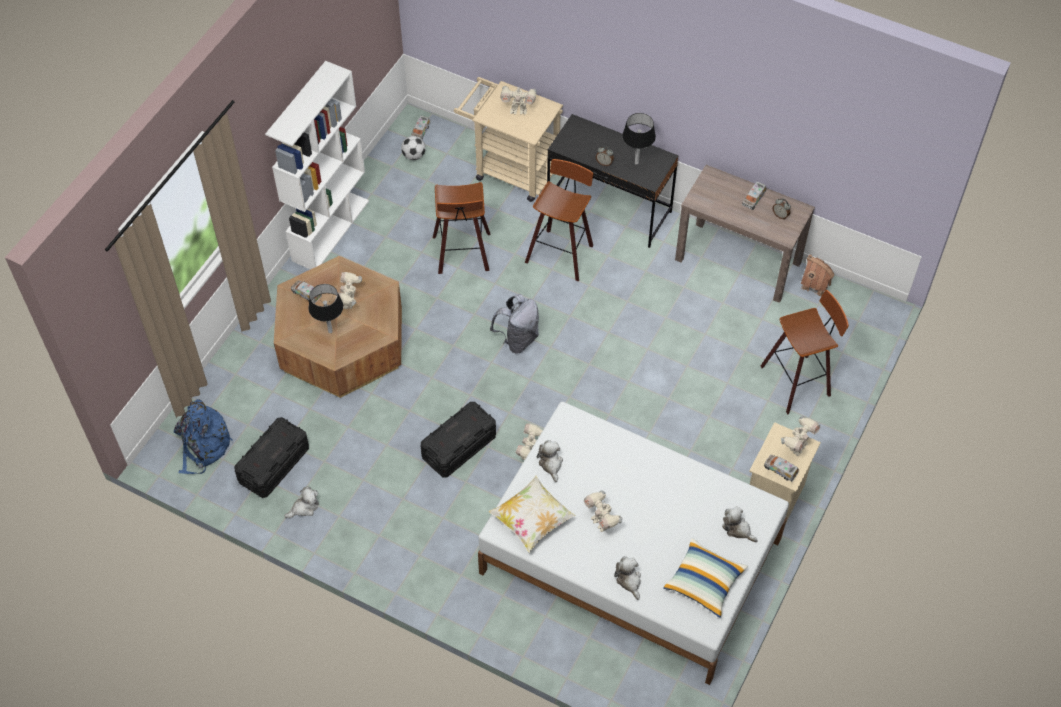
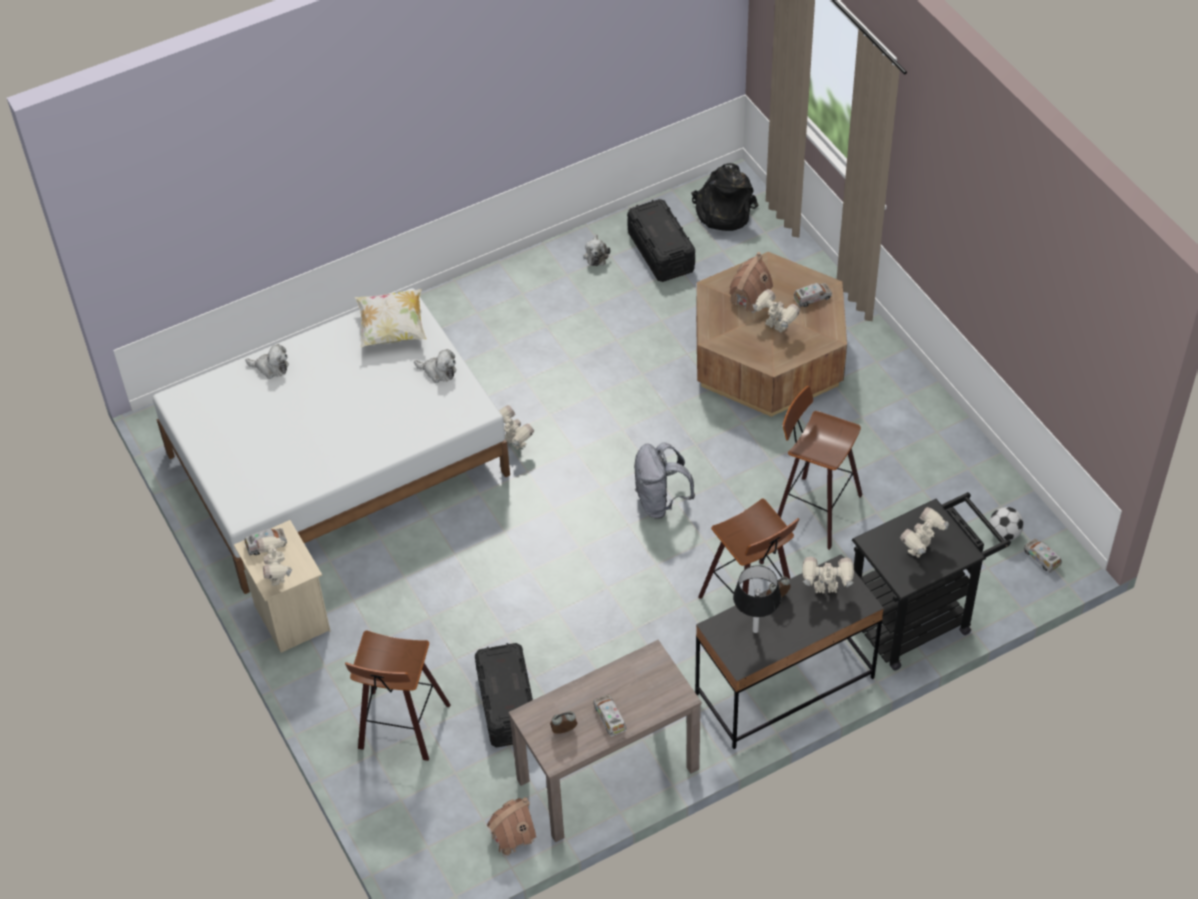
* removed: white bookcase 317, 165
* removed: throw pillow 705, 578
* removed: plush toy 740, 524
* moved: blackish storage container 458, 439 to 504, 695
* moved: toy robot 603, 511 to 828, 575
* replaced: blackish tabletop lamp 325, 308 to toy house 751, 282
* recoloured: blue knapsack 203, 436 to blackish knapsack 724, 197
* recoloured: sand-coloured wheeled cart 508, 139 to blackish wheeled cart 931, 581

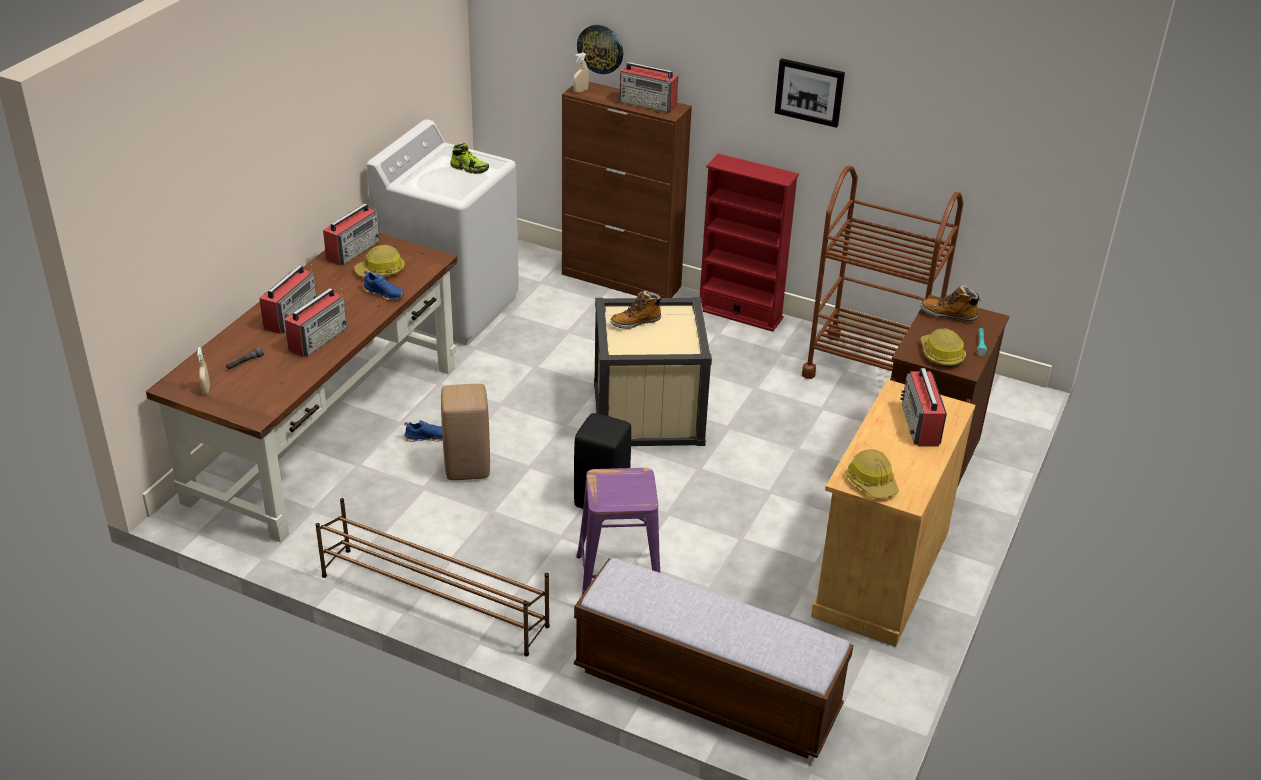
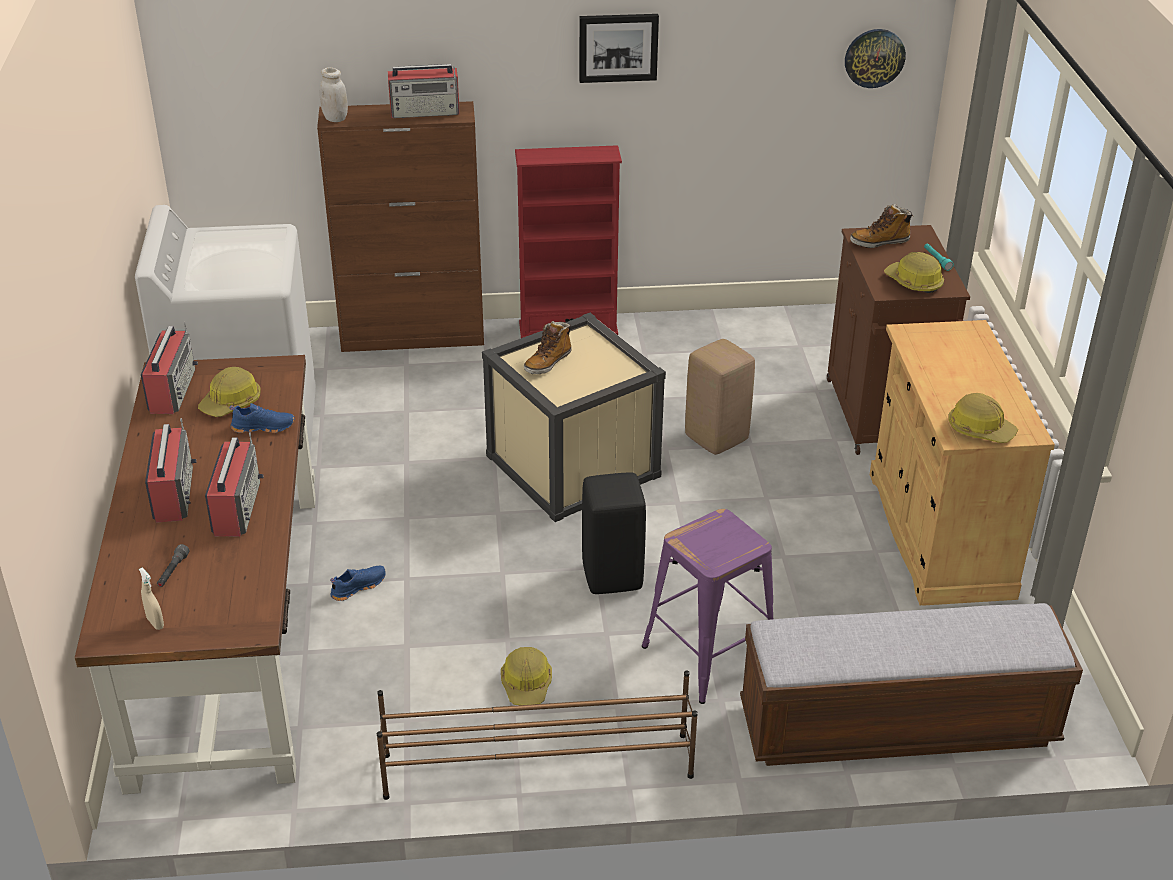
* removed: item of footwear 469, 158
* removed: brown wheeled cart 883, 272
* removed: radio receiver 923, 407
* added: work helmet 526, 676
* moved: sand-coloured stool seat 465, 432 to 720, 397
* moved: hanging clock 600, 49 to 875, 58
* replaced: sand-coloured hand sprayer 581, 73 to white jar 333, 94

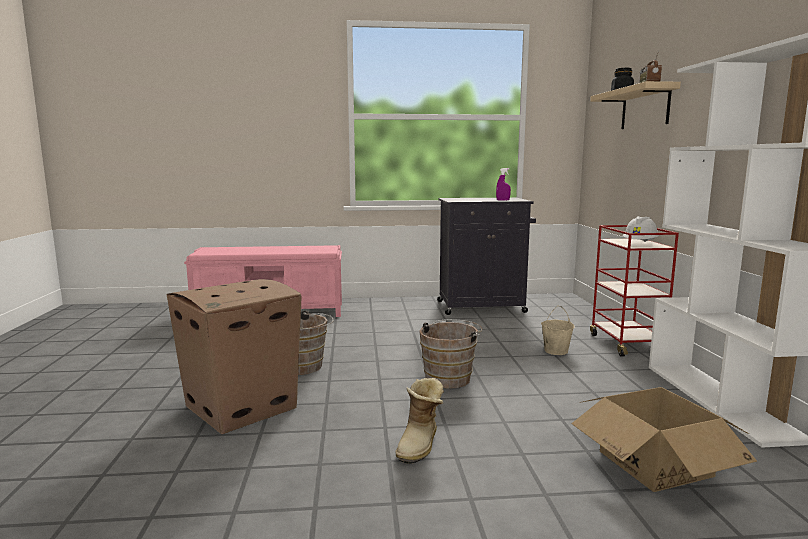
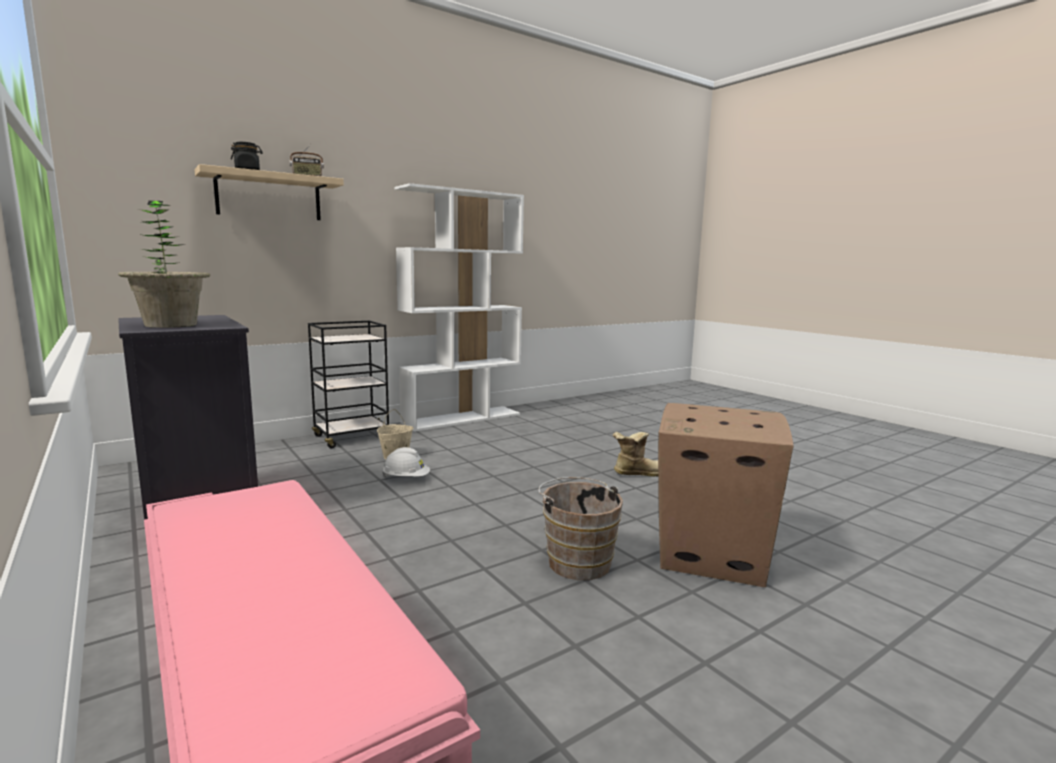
* removed: brown bucket 450, 354
* removed: purple-coloured hand sprayer 503, 184
* removed: cardboard box 664, 439
* added: potted plant 164, 264
* moved: white work helmet 641, 229 to 406, 462
* recoloured: reddish wheeled cart 634, 291 to blackish wheeled cart 348, 384

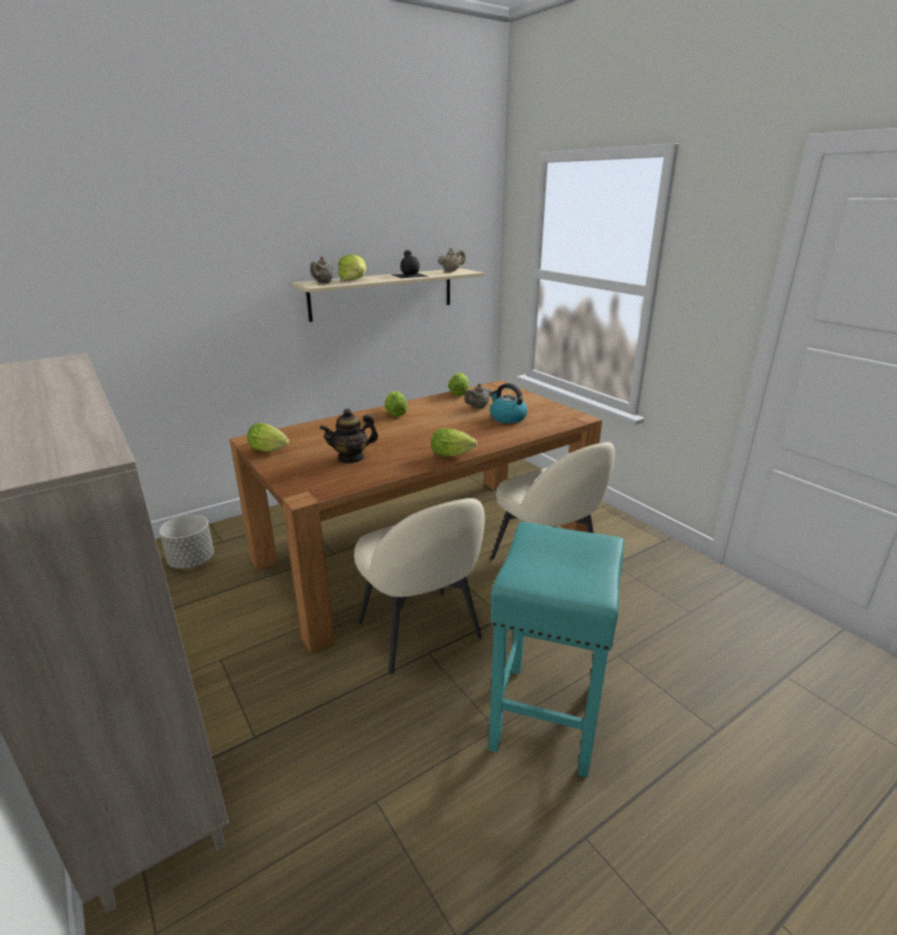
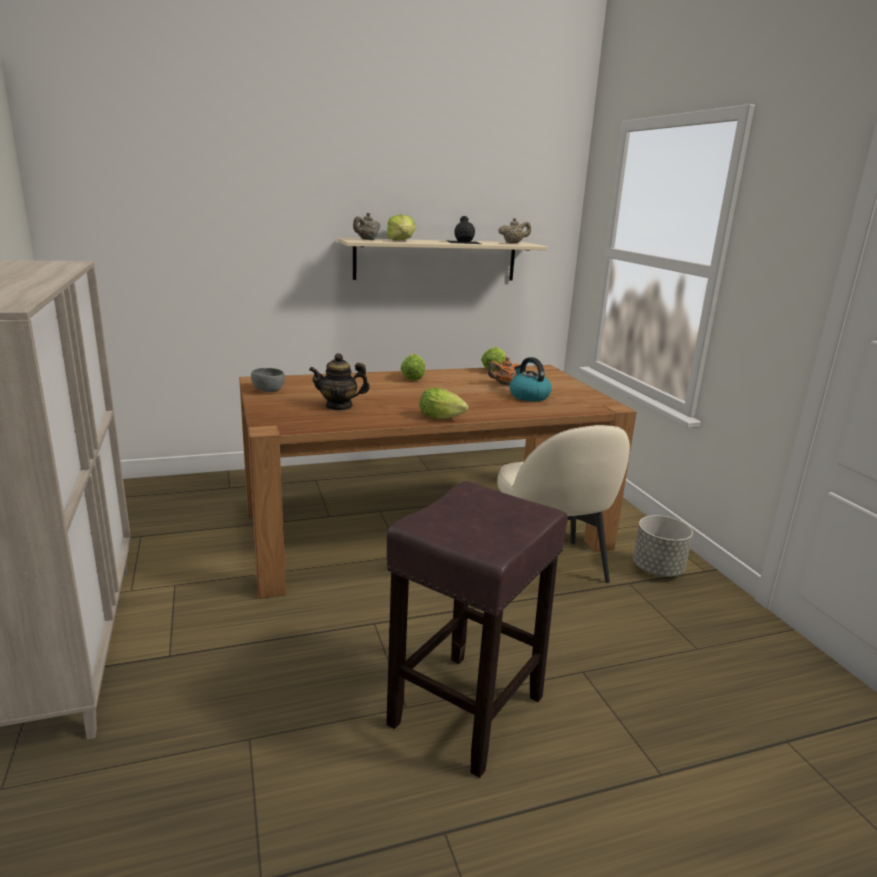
* removed: sand-coloured chair 419, 586
* moved: grey planter 186, 542 to 663, 546
* replaced: lettuce head 268, 437 to grey serving bowl 268, 380
* recoloured: sand-coloured tea pot 477, 396 to orangey tea pot 503, 371
* recoloured: blue-green stool seat 556, 650 to brown stool seat 477, 629

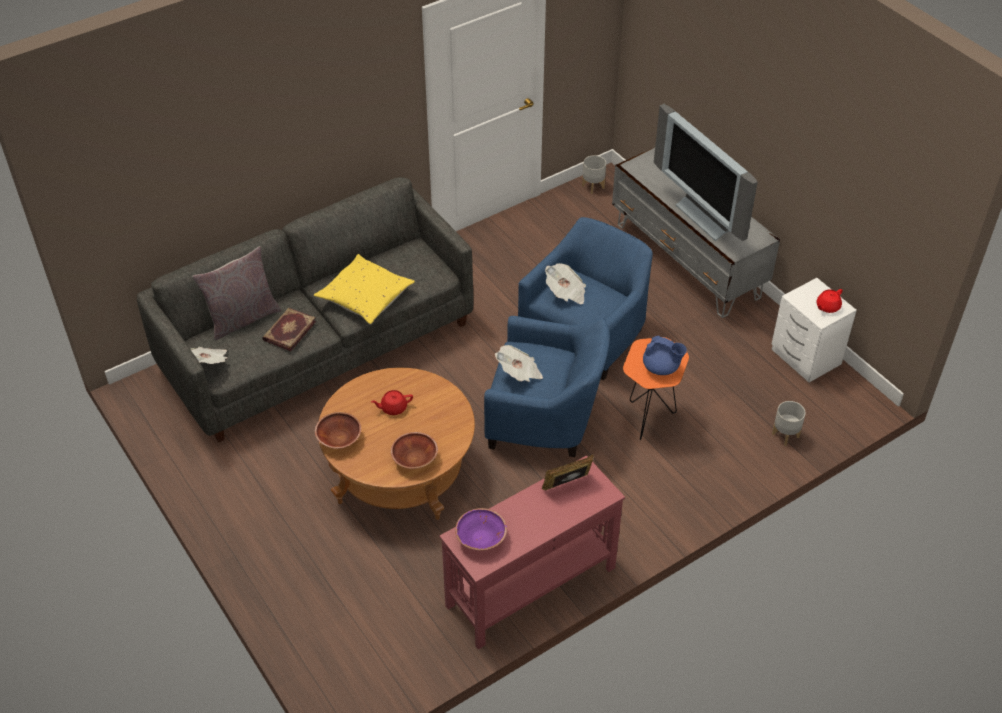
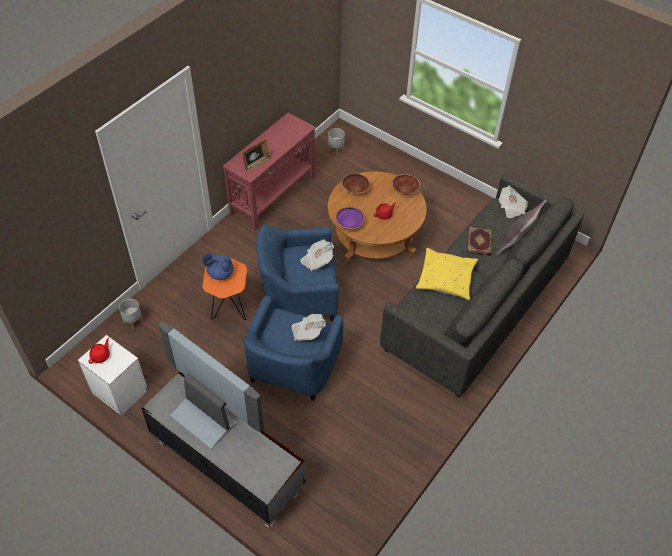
* moved: purple-coloured serving bowl 481, 529 to 350, 218
* moved: grey planter 594, 174 to 336, 142

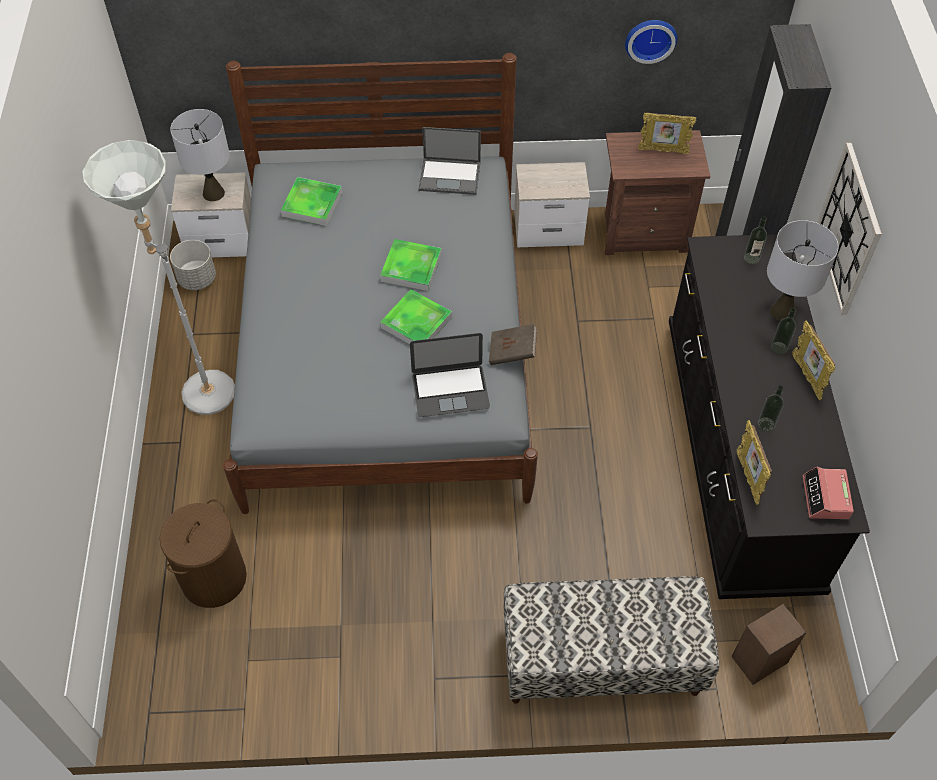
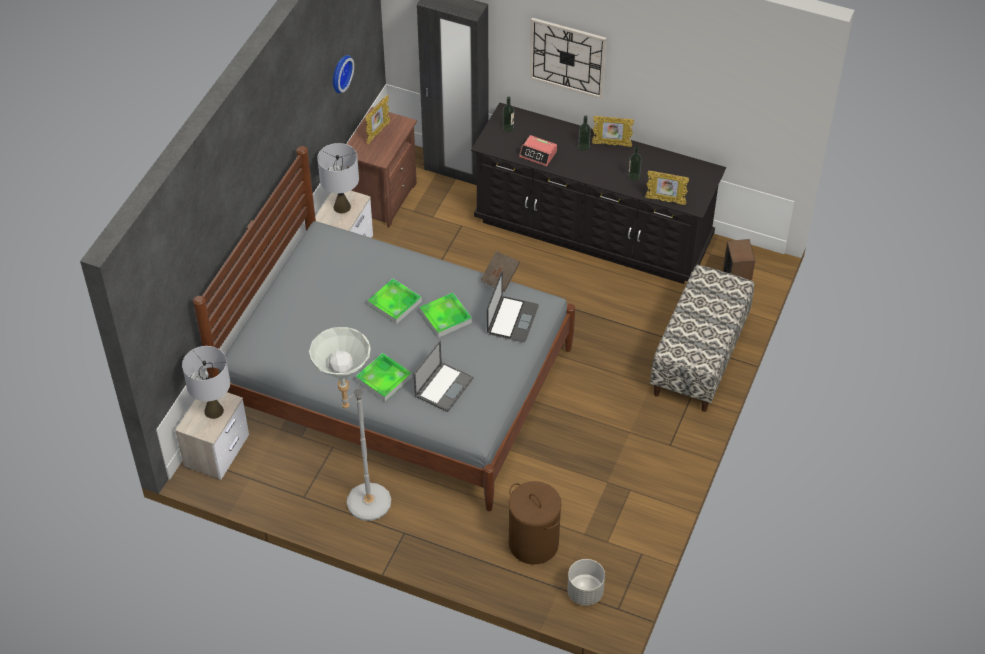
* moved: grey planter 193, 265 to 586, 582
* moved: tray 311, 201 to 384, 377
* moved: notebook computer 449, 161 to 444, 376
* moved: grey tabletop lamp 803, 270 to 338, 178
* moved: alarm clock 828, 493 to 538, 151

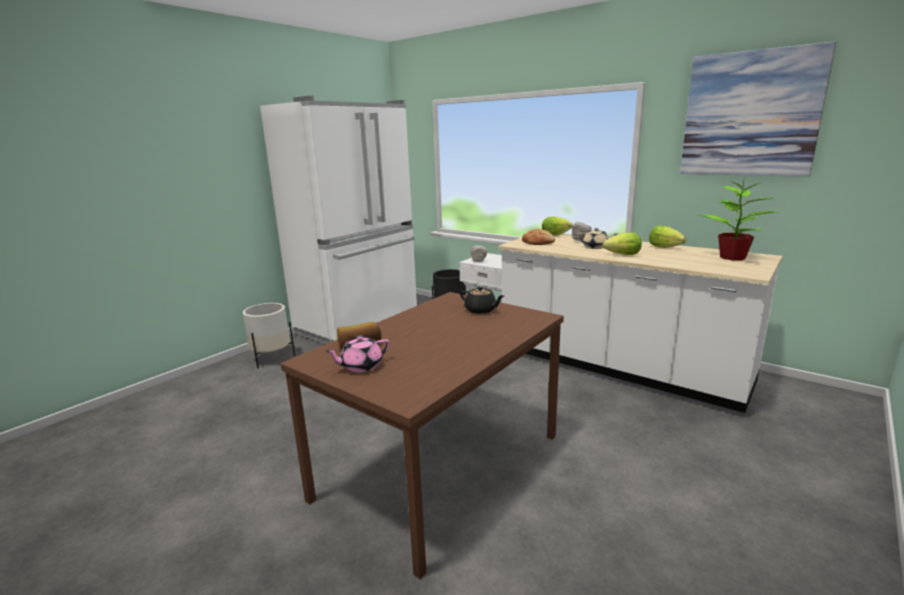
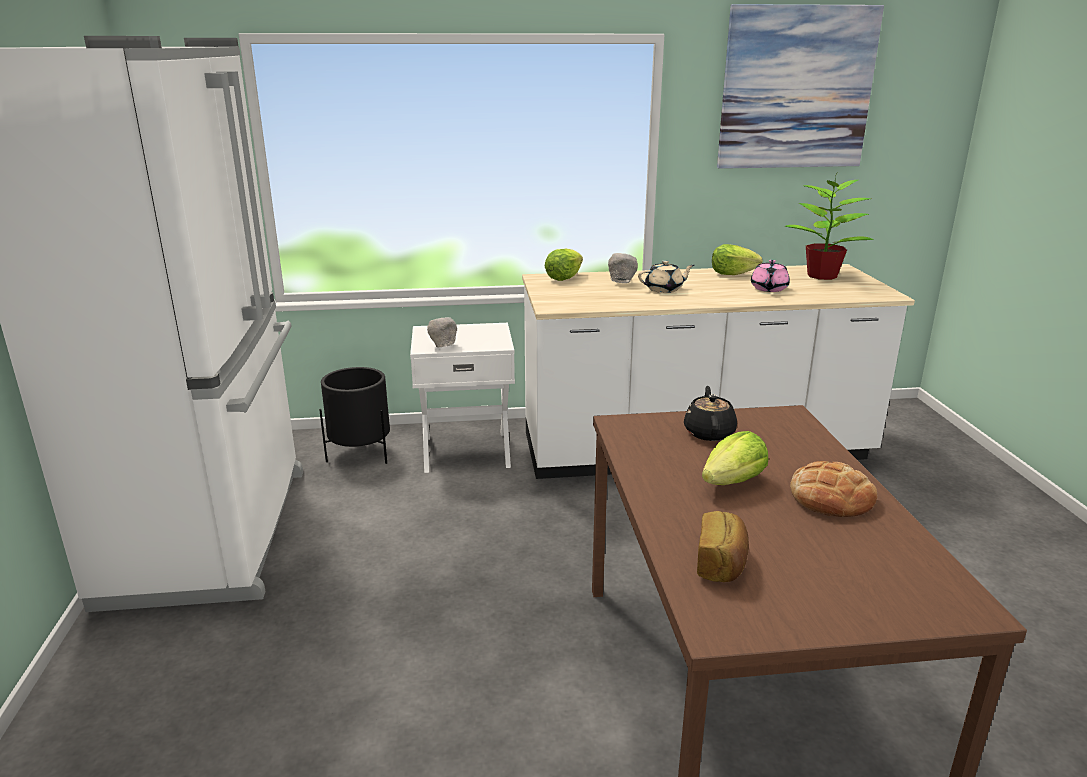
* removed: white planter 269, 335
* moved: pink-coloured tea pot 357, 354 to 770, 276
* moved: bakery bread 538, 237 to 833, 489
* moved: lettuce head 622, 243 to 735, 458
* turned: blackish tea pot 482, 300 = 710, 413 75 degrees counterclockwise

